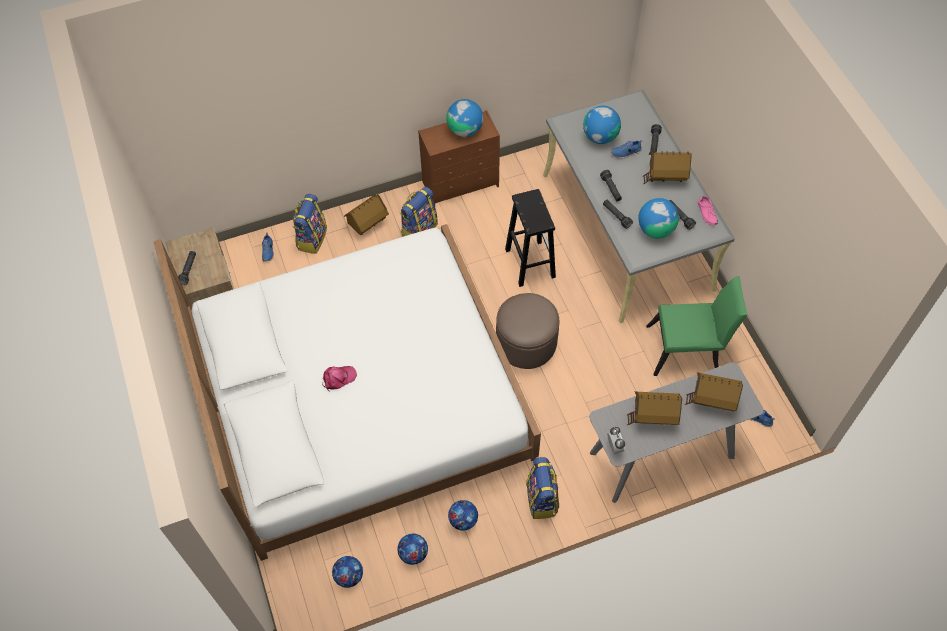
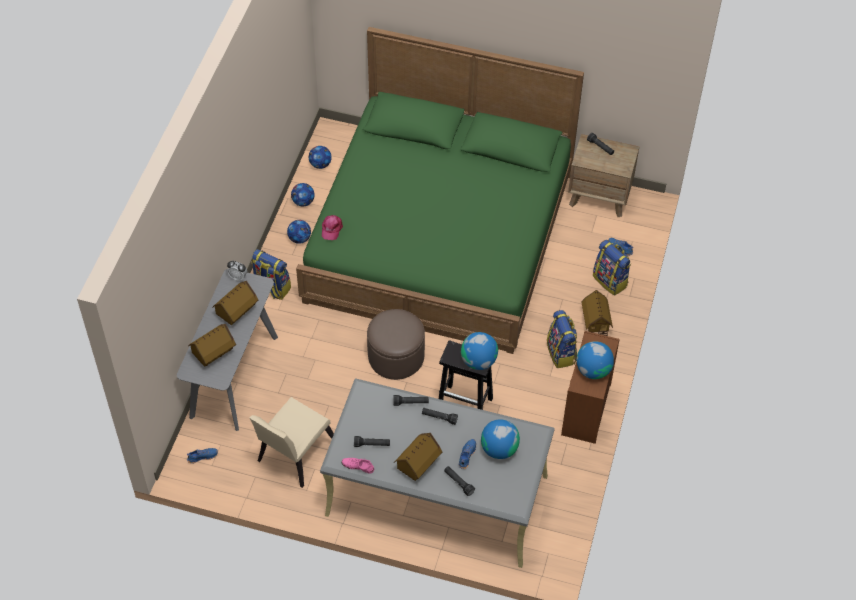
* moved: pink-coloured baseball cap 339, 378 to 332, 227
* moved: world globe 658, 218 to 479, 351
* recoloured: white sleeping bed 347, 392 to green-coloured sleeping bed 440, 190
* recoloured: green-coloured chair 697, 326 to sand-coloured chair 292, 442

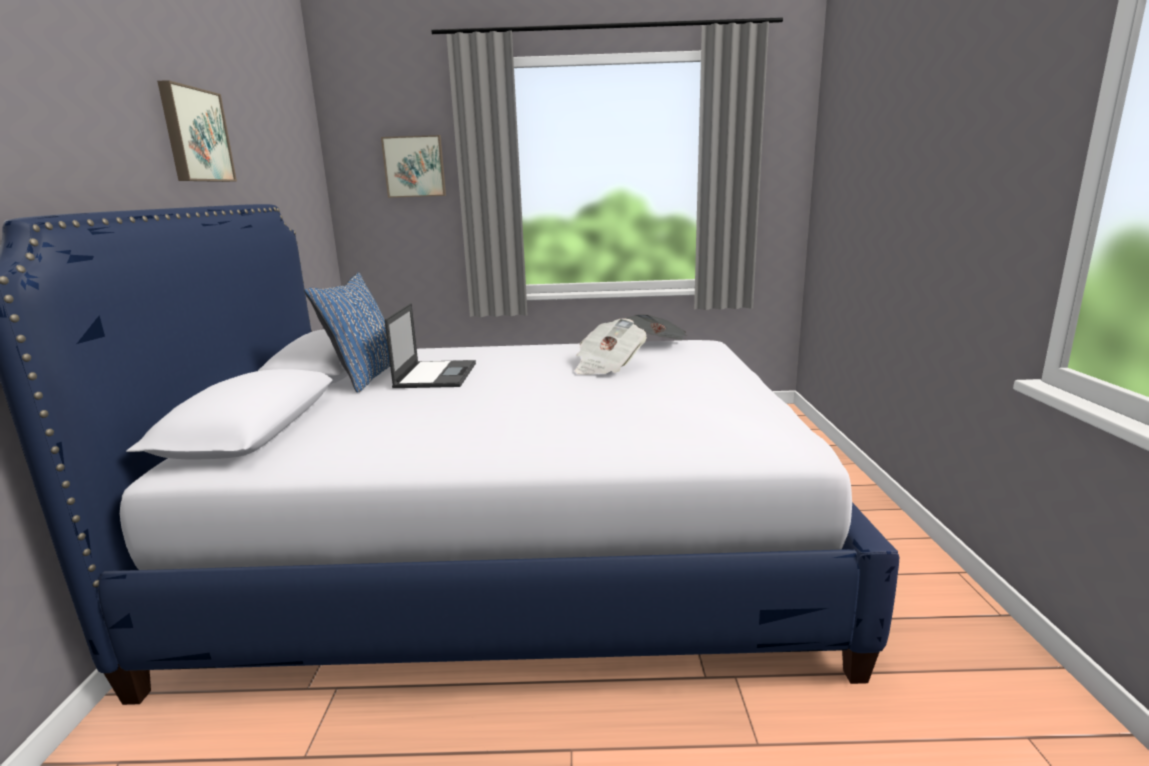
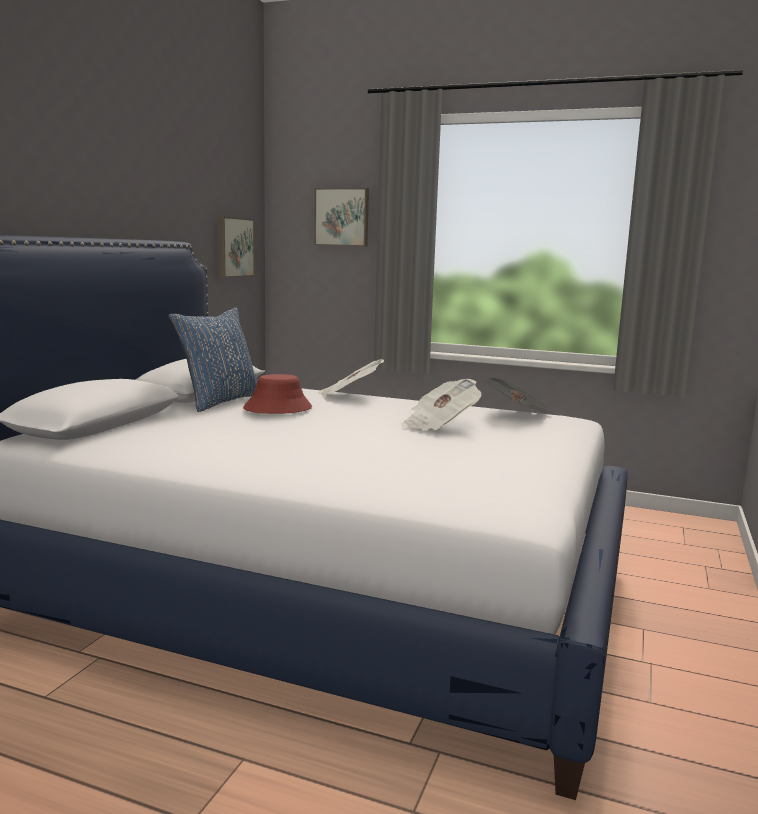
* added: daily paper 351, 377
* moved: picture 197, 131 to 236, 246
* replaced: notebook computer 430, 345 to reddish clothing hat 277, 394

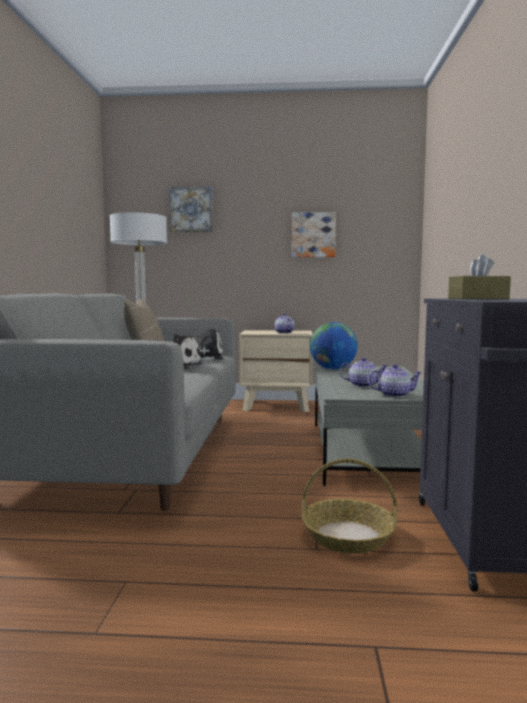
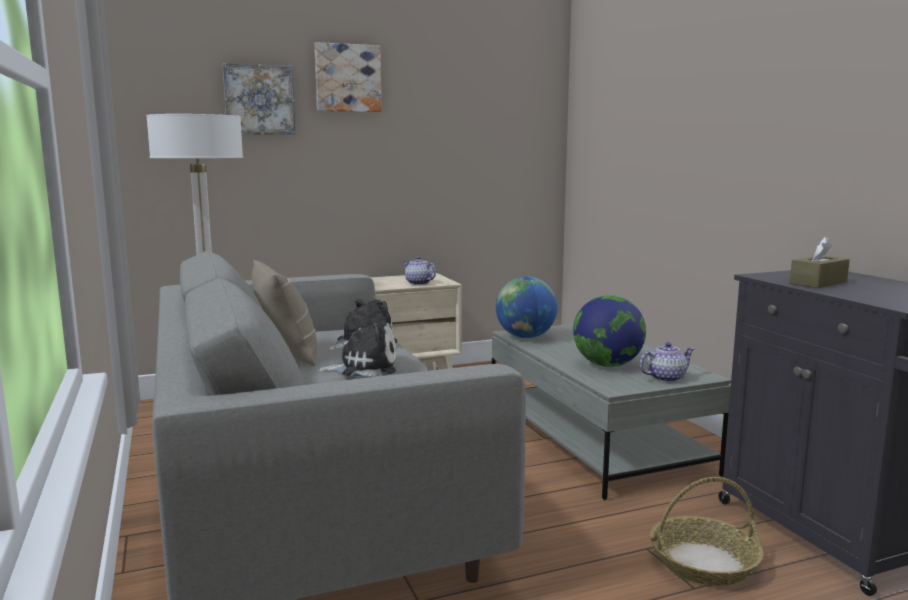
* moved: picture 314, 234 to 348, 77
* replaced: tea pot 364, 372 to world globe 609, 331

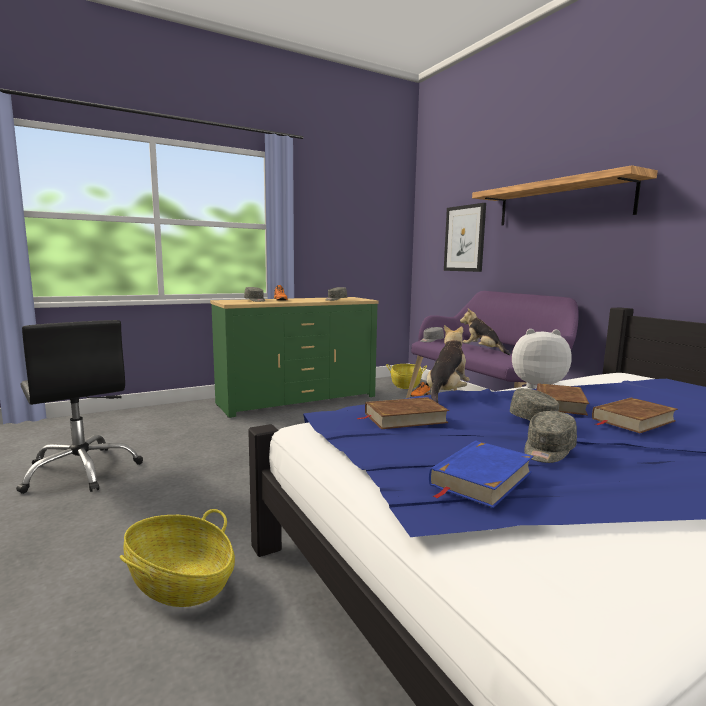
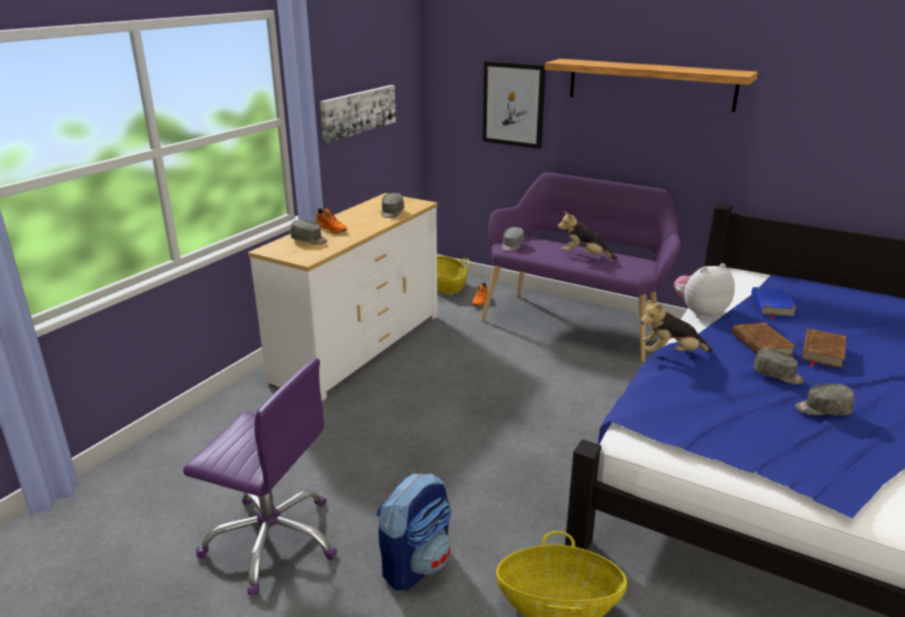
* removed: brown volume 403, 413
* added: picture 358, 114
* added: knapsack 414, 531
* moved: blue volume 481, 474 to 774, 303
* recoloured: blackish desk chair 79, 407 to purple-coloured desk chair 260, 476
* recoloured: green-coloured dresser 294, 357 to white dresser 343, 297
* turned: plush toy 448, 364 = 676, 325 90 degrees counterclockwise
* turned: grey baseball cap 550, 437 = 825, 400 90 degrees clockwise

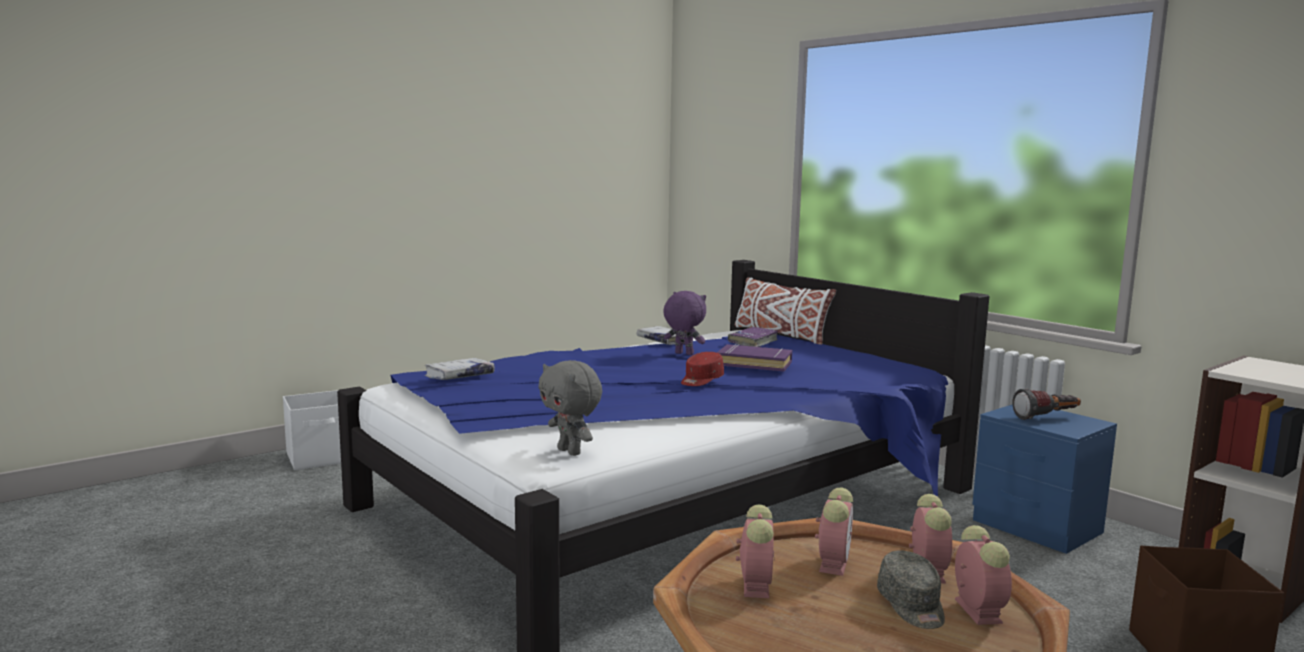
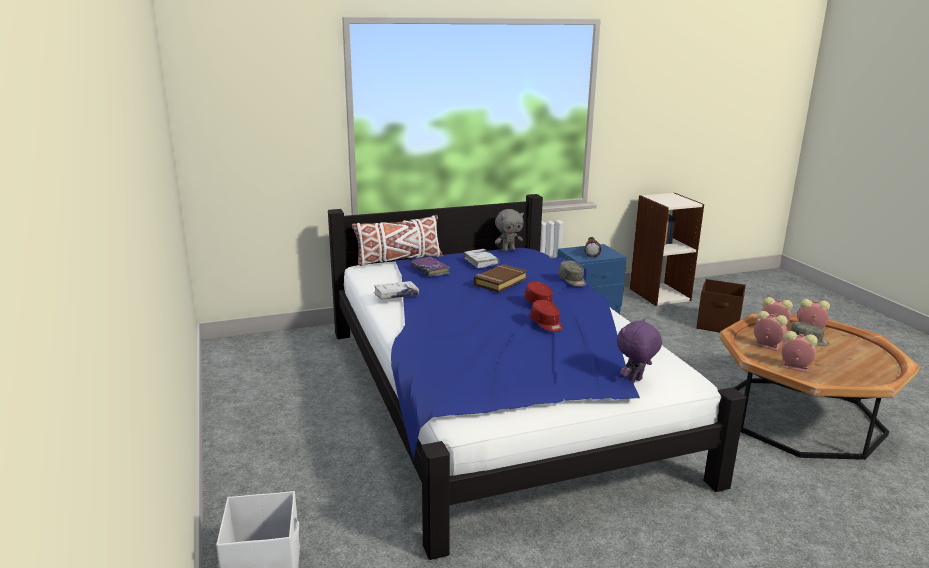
* added: reddish baseball cap 546, 316
* added: grey baseball cap 572, 273
* moved: white volume 460, 369 to 482, 258
* moved: grey plush toy 570, 408 to 509, 230
* moved: purple-coloured plush toy 684, 323 to 639, 351
* recoloured: purple-coloured volume 754, 357 to brown volume 500, 278

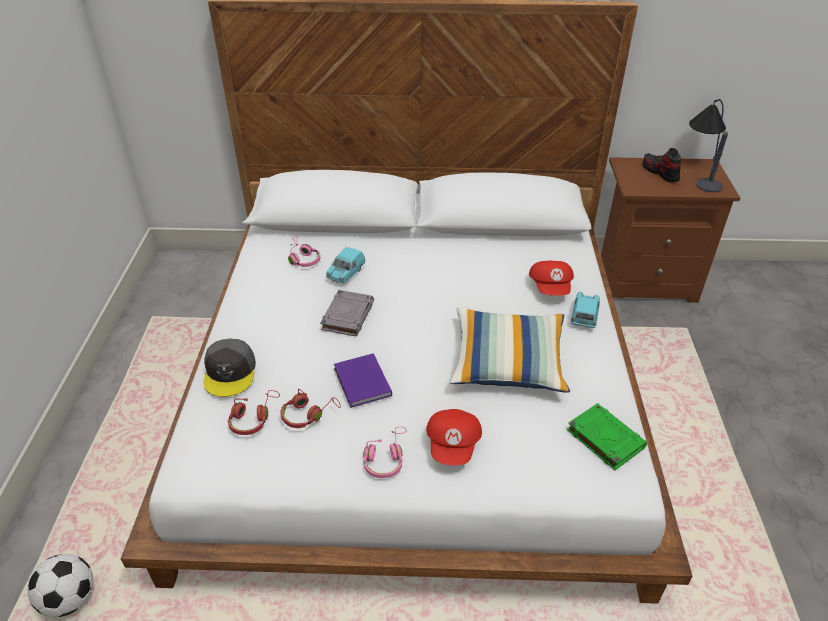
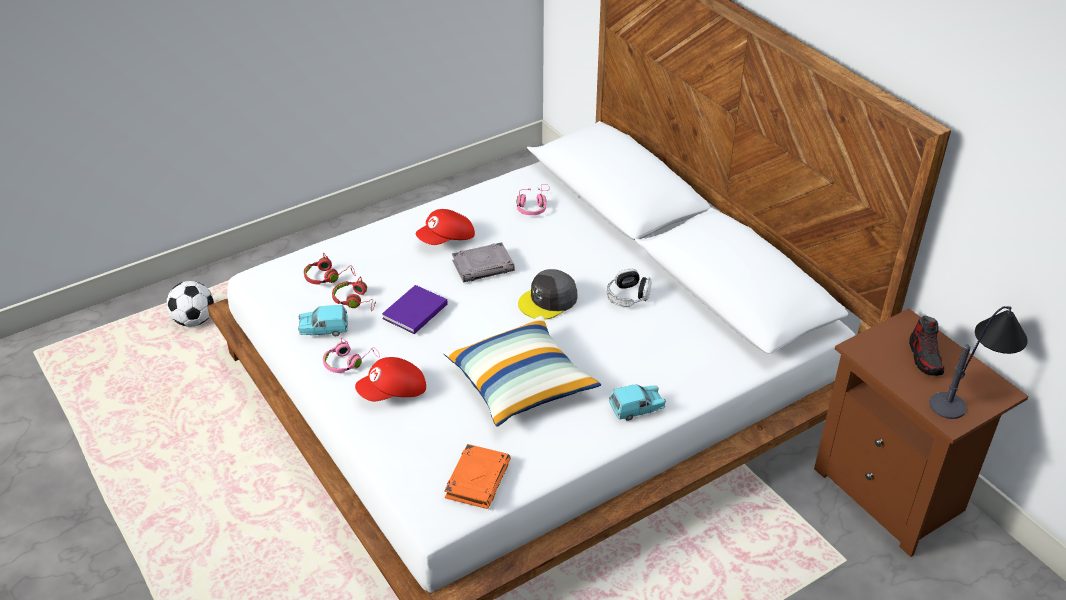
* added: headphones 629, 288
* moved: grey baseball cap 229, 368 to 548, 294
* moved: blue-green miniature car 345, 265 to 323, 320
* moved: reddish baseball cap 551, 278 to 445, 227
* recoloured: green-coloured volume 607, 436 to orangey volume 477, 476
* turned: item of footwear 662, 165 = 926, 346 150 degrees clockwise

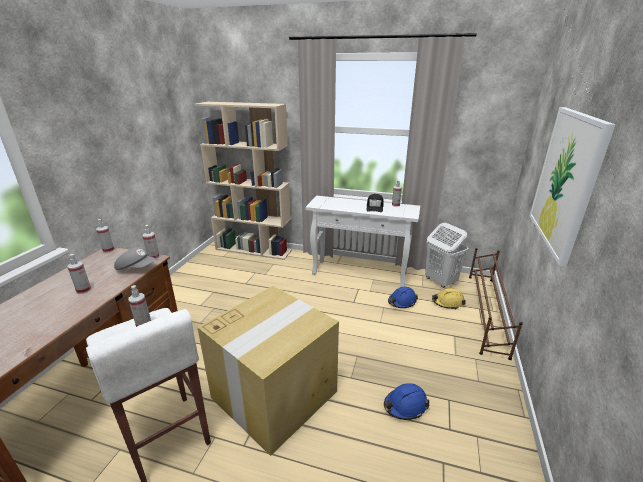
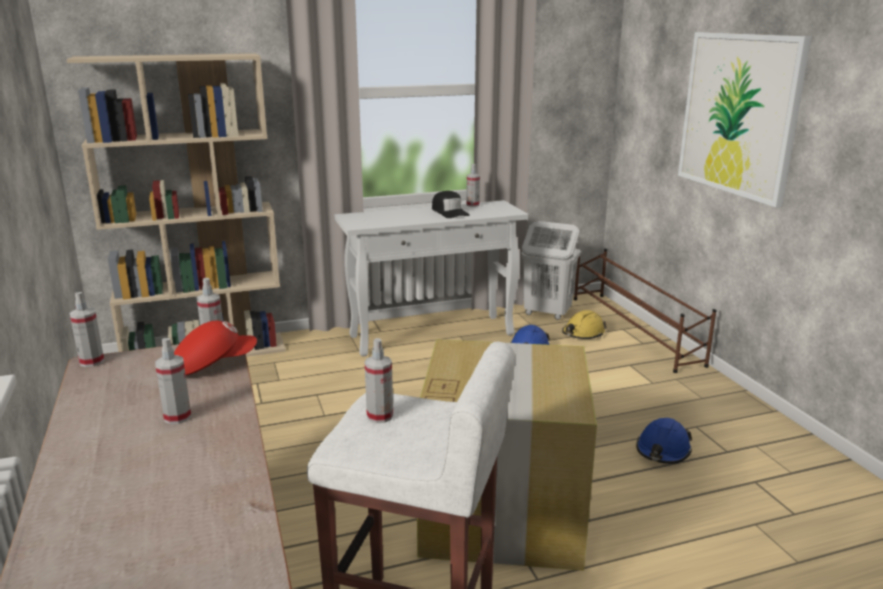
* recoloured: grey baseball cap 135, 258 to reddish baseball cap 215, 348

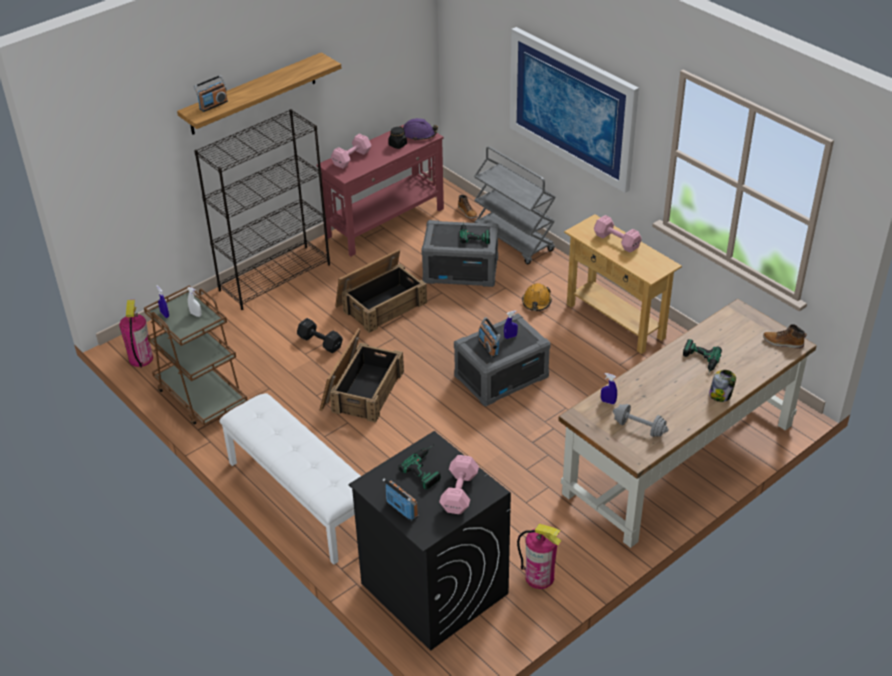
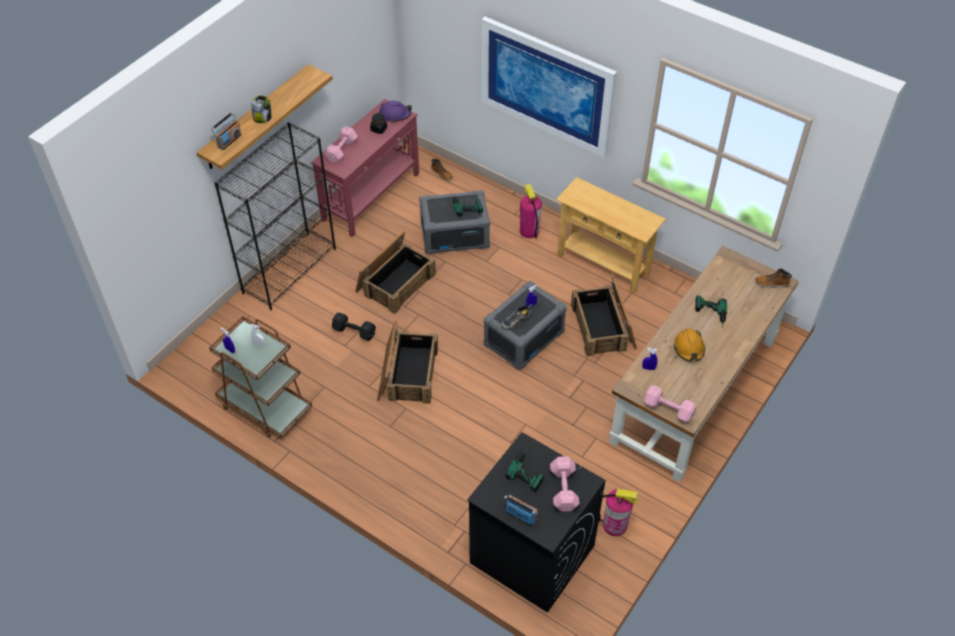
* removed: white bench 290, 479
* removed: grey wheeled cart 515, 205
* removed: grey dumbbell 641, 420
* added: crate 604, 315
* moved: fire-fighting cylinder 136, 334 to 531, 211
* moved: orangey work helmet 537, 297 to 689, 345
* moved: pink-coloured dumbbell 618, 233 to 670, 404
* moved: jar 722, 386 to 261, 109
* replaced: radio receiver 489, 337 to item of footwear 517, 317

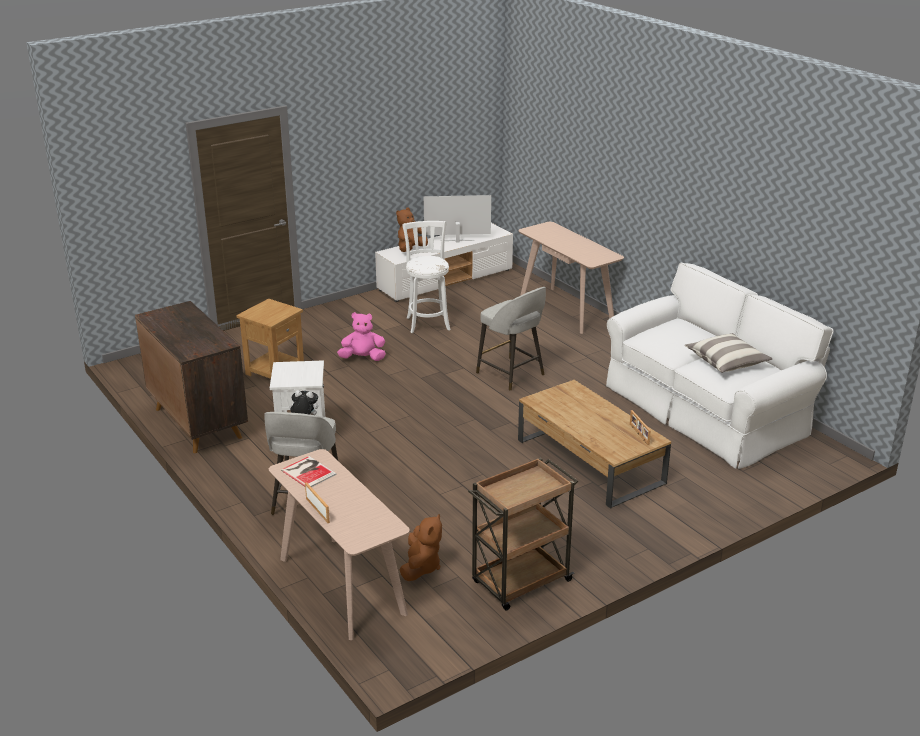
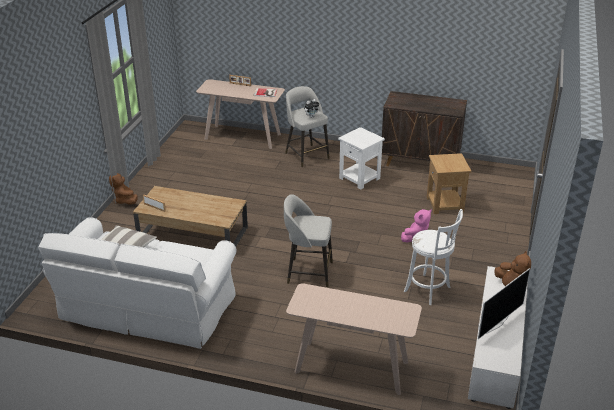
* removed: brown wheeled cart 523, 534
* moved: brown plush toy 421, 547 to 123, 189

